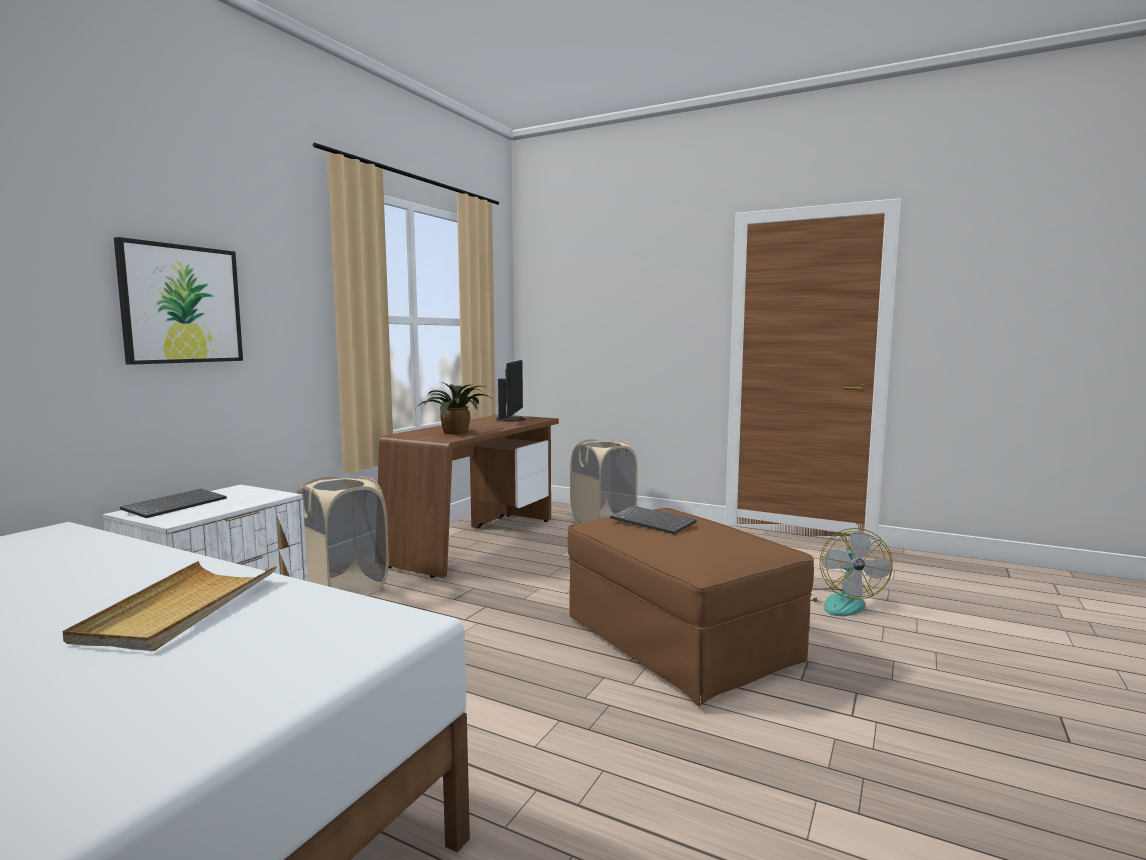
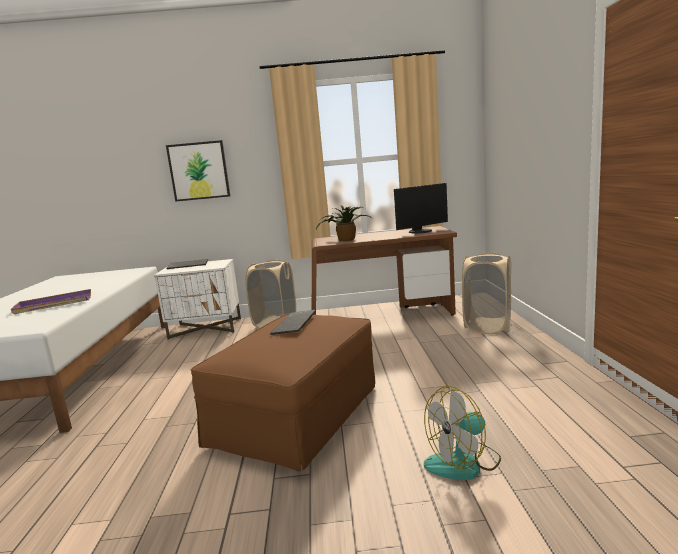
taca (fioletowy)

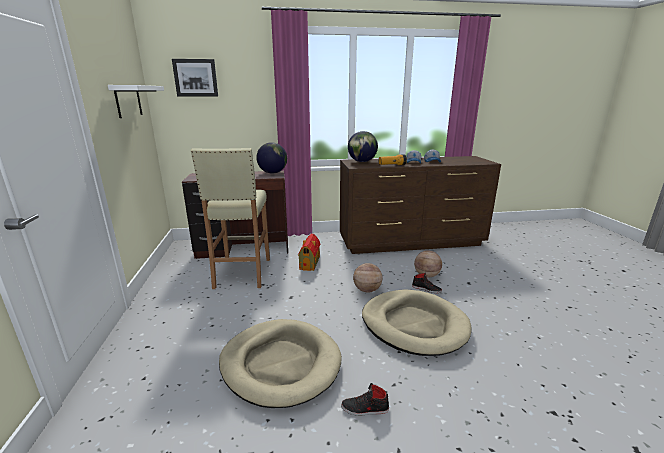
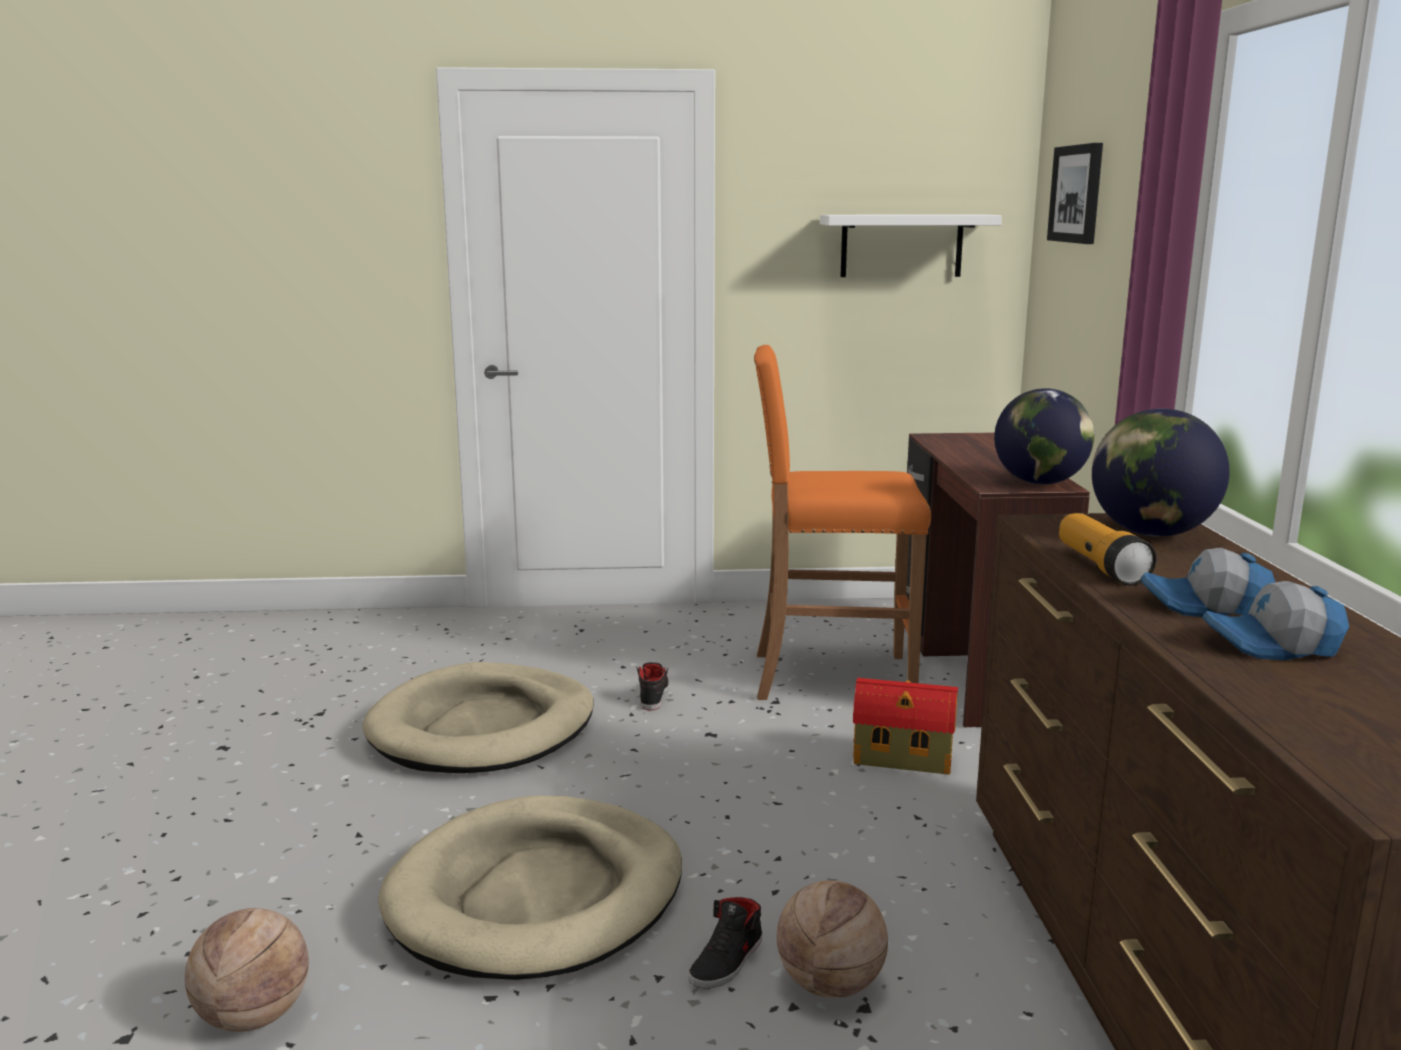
but (czarny) (1st from left)
piłka do koszykówki (1st from left)
stołek (pomarańczowy)

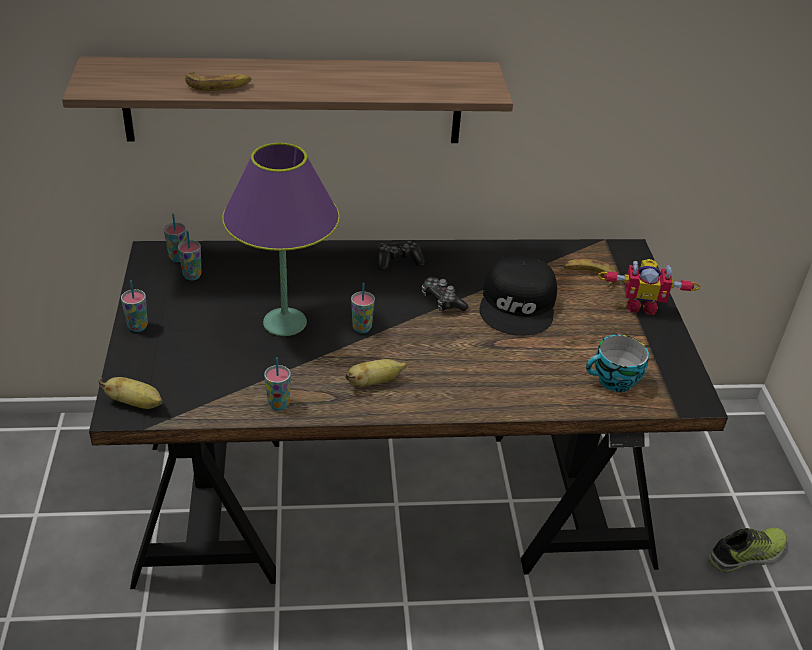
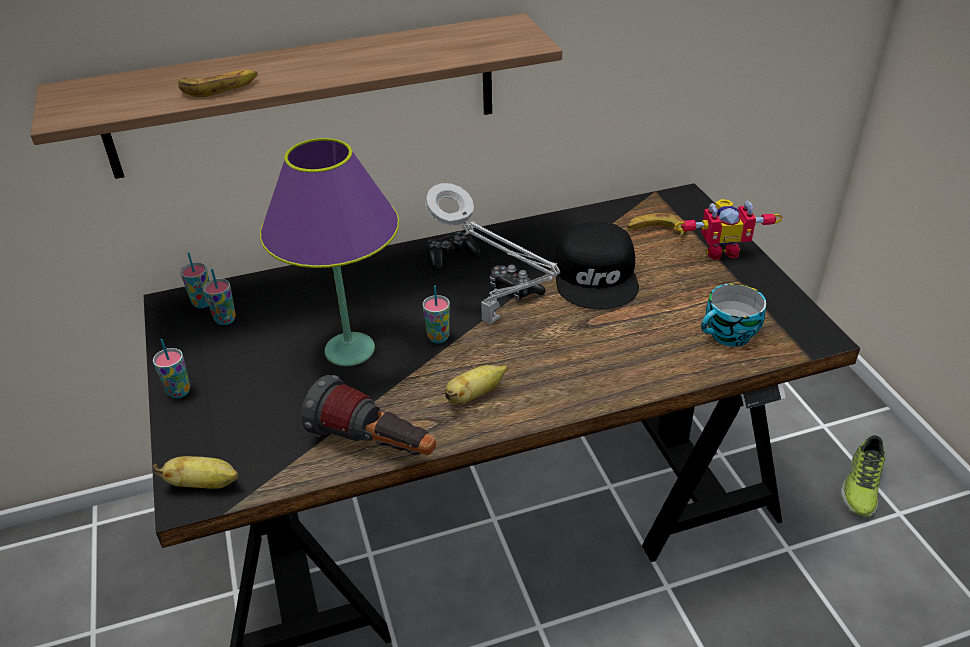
lampa stołowa (szary)
latarka
but

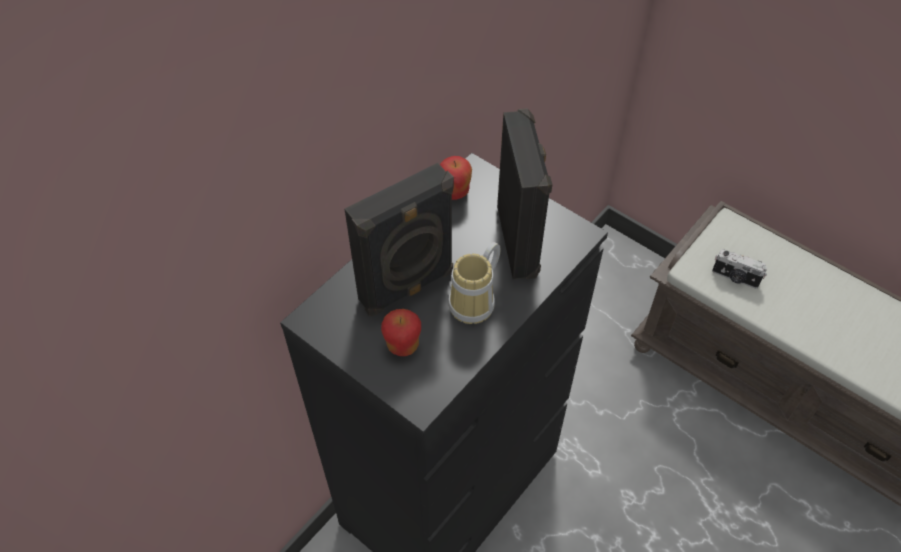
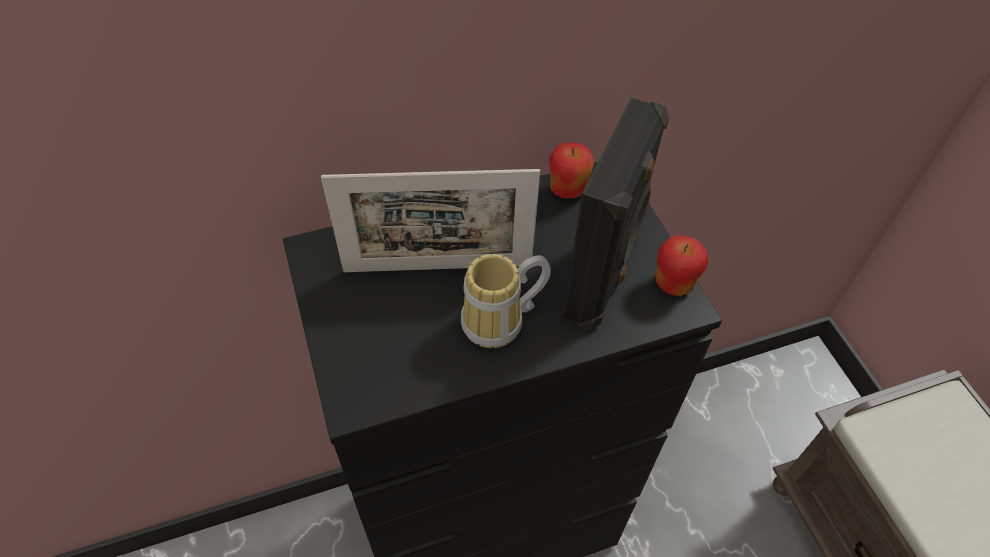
aparat fotograficzny
jabłko (2nd from left)
ramka na zdjęcie

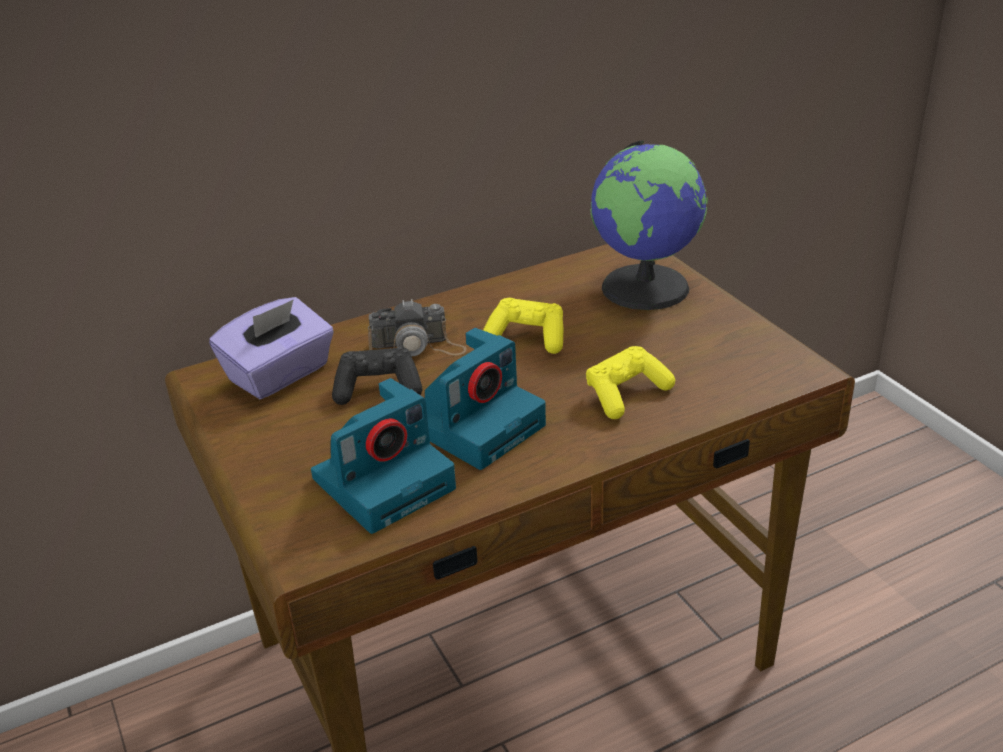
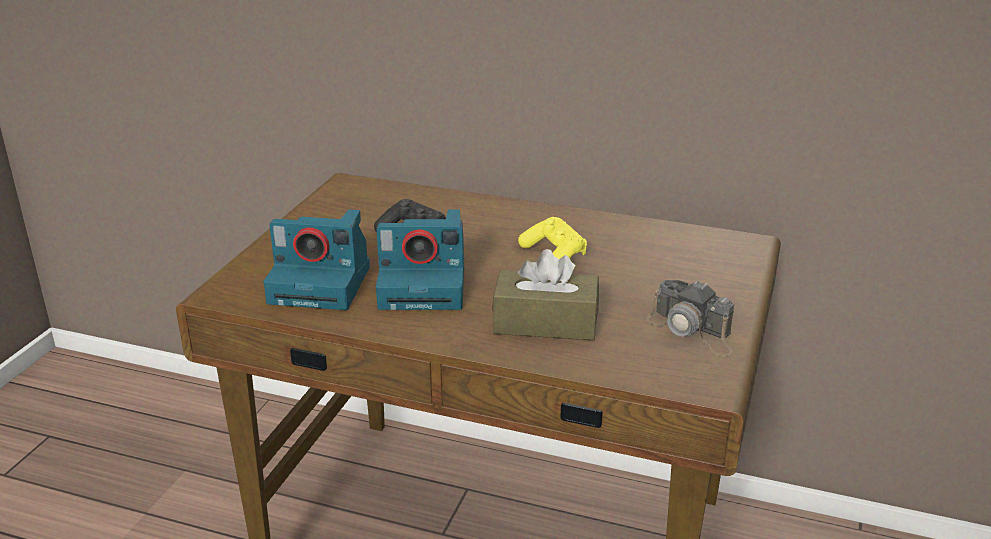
pudełko chusteczek (fioletowy)
globus
aparat fotograficzny (3rd from left)
pudełko chusteczek (brązowy)

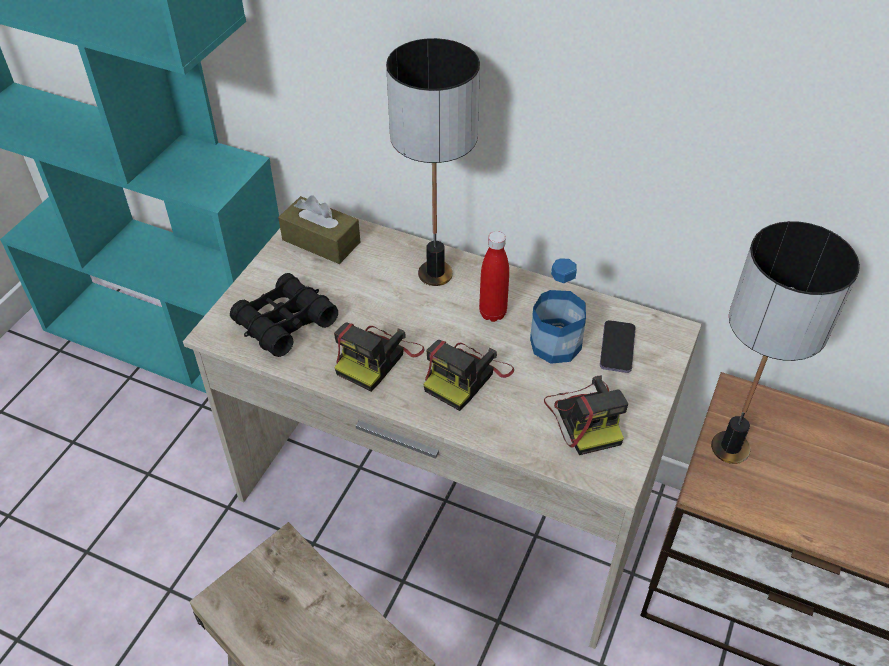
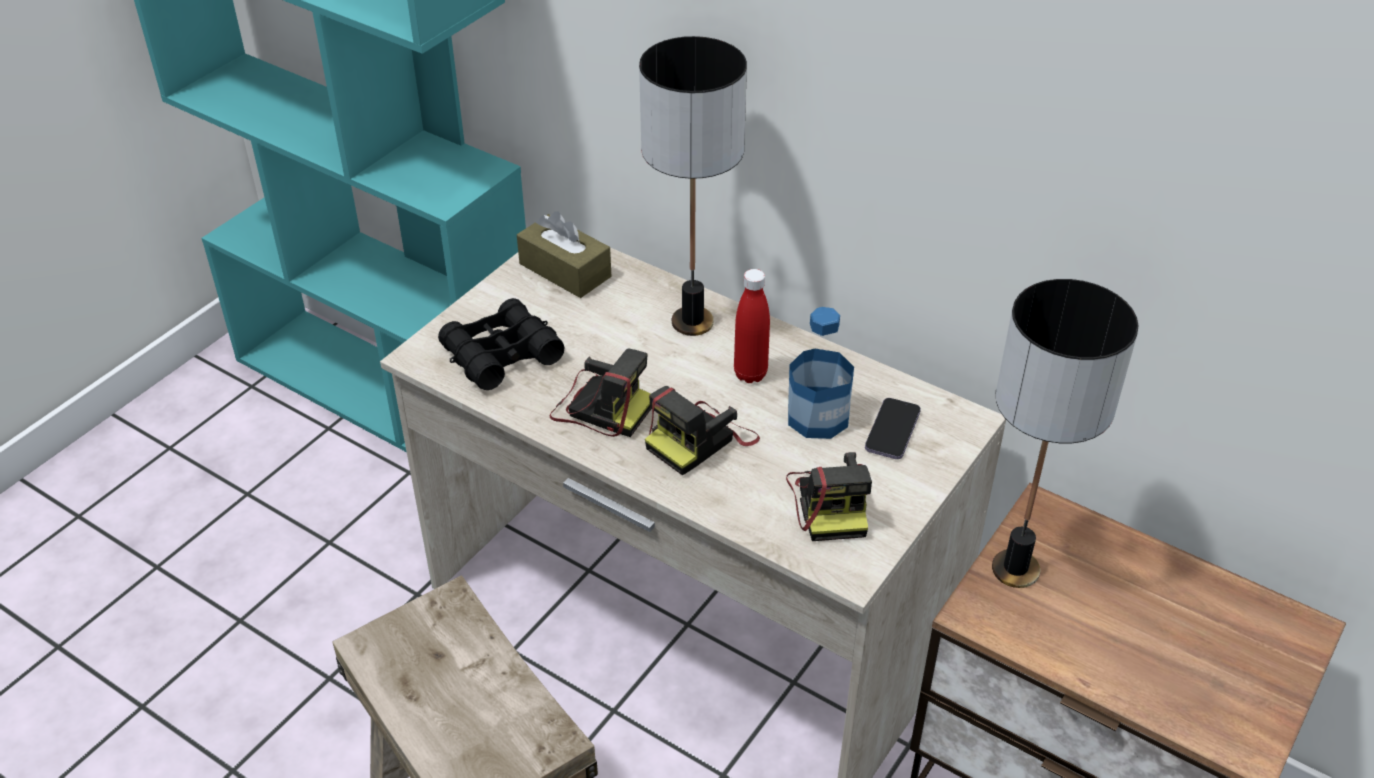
aparat fotograficzny (1st from left)

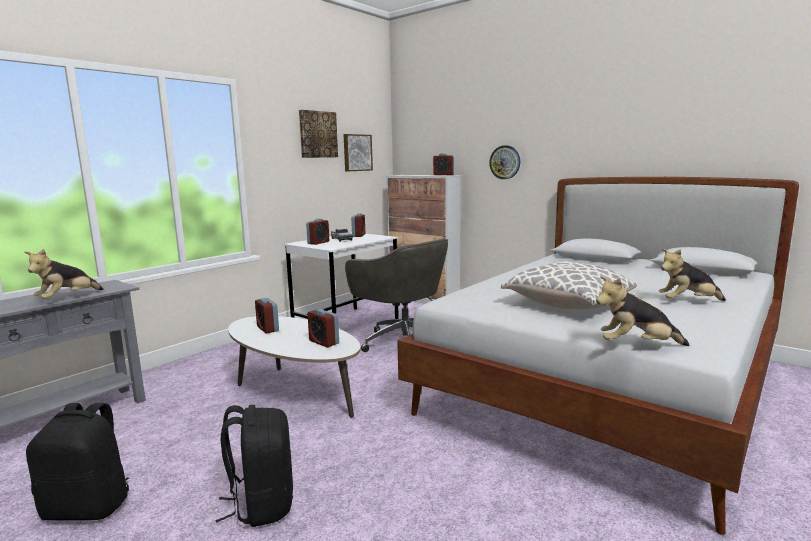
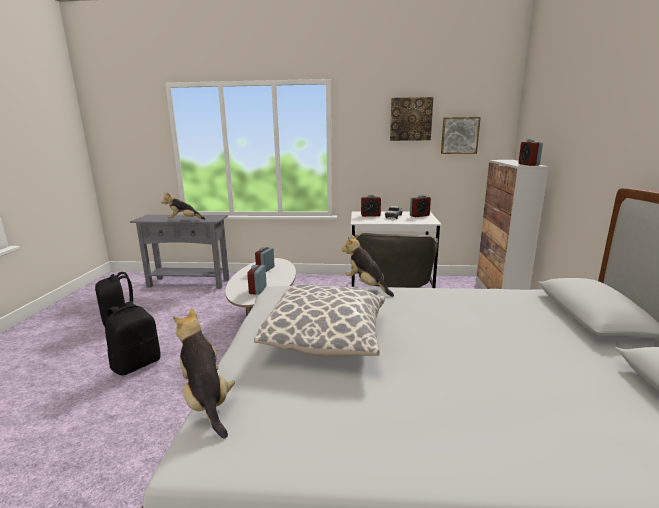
zegar ścienny
pluszak (3rd from left)

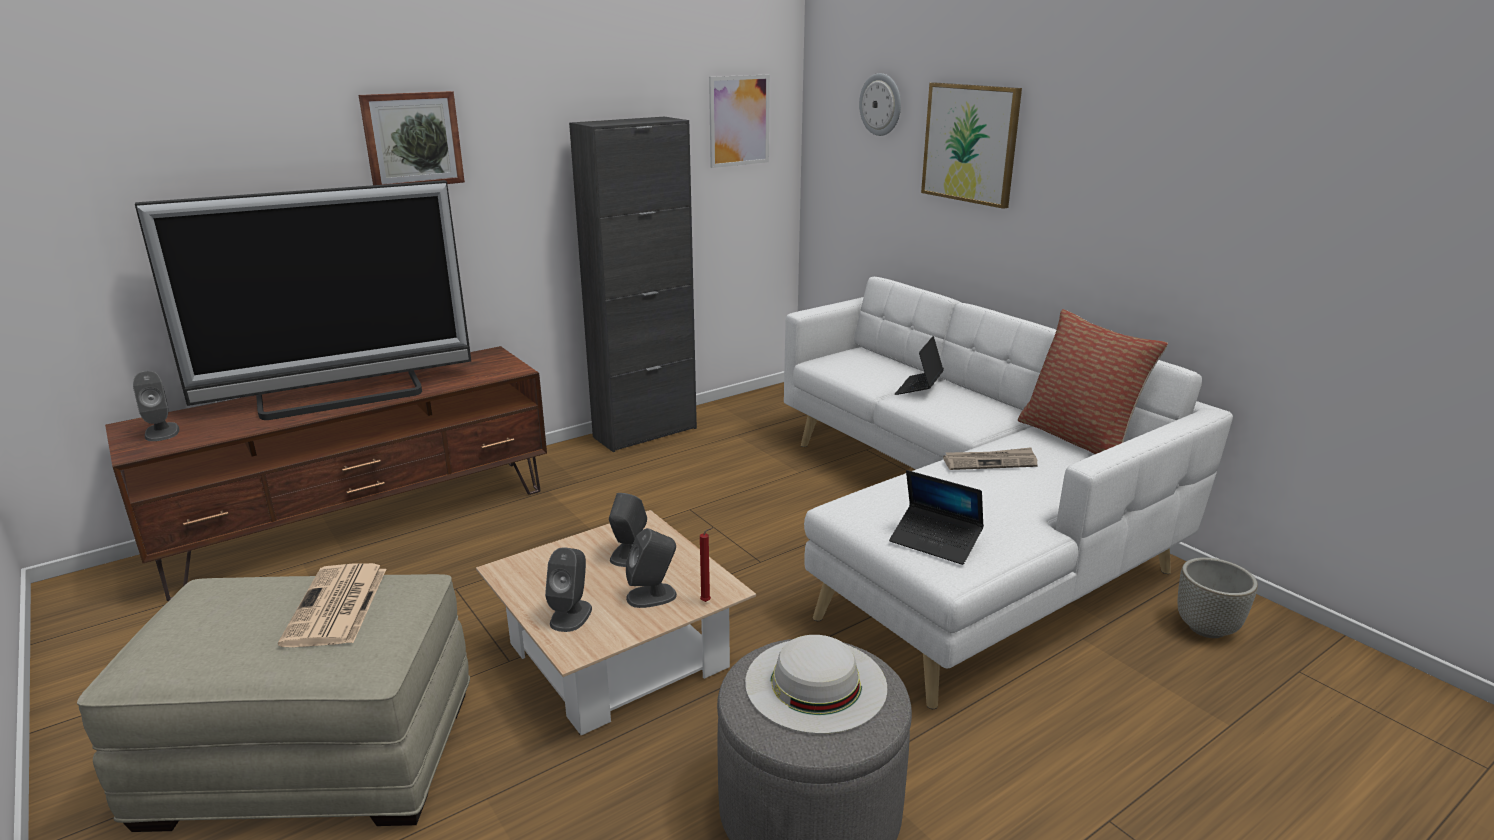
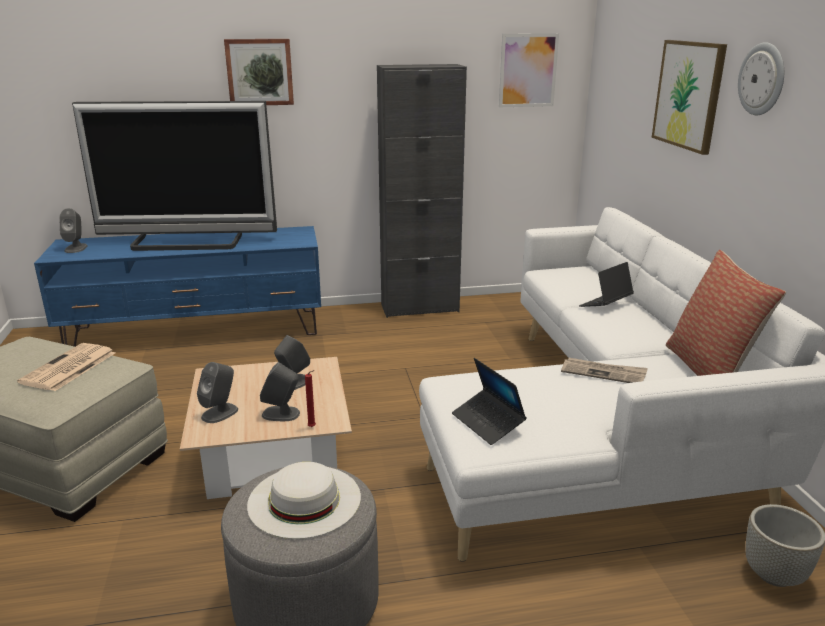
zegar ścienny
szafka pod telewizor (niebieski)

